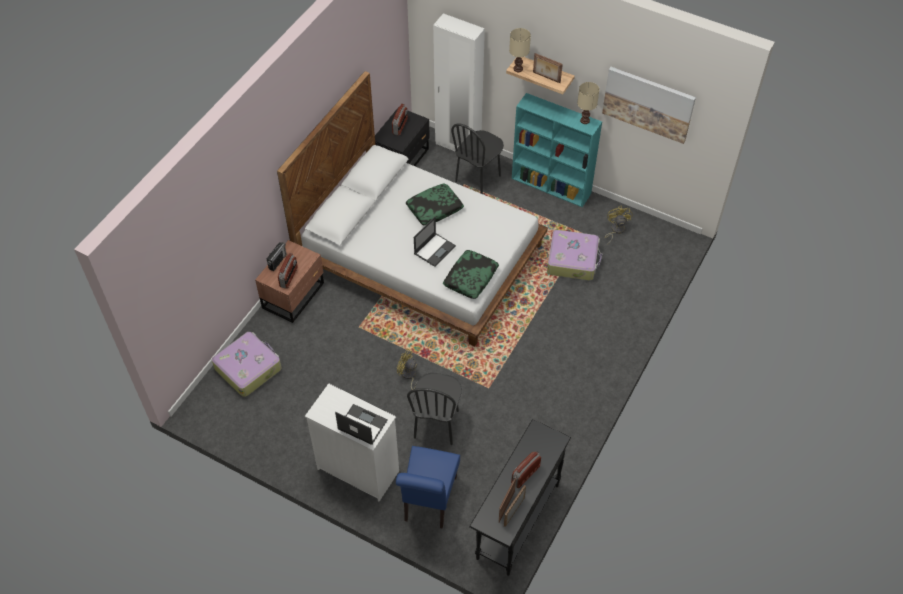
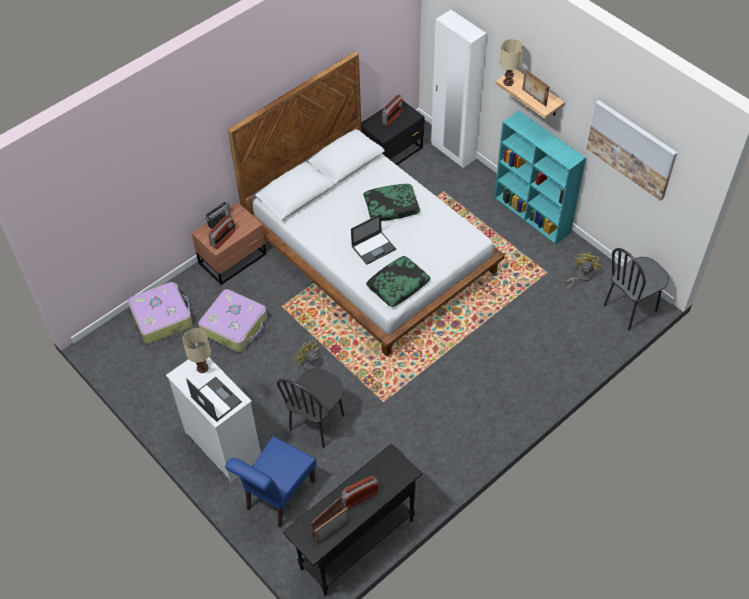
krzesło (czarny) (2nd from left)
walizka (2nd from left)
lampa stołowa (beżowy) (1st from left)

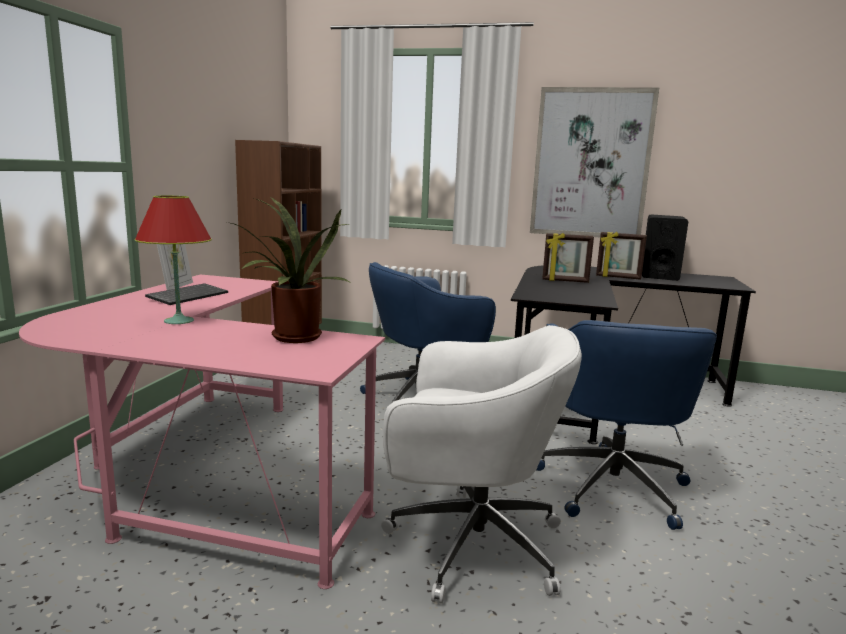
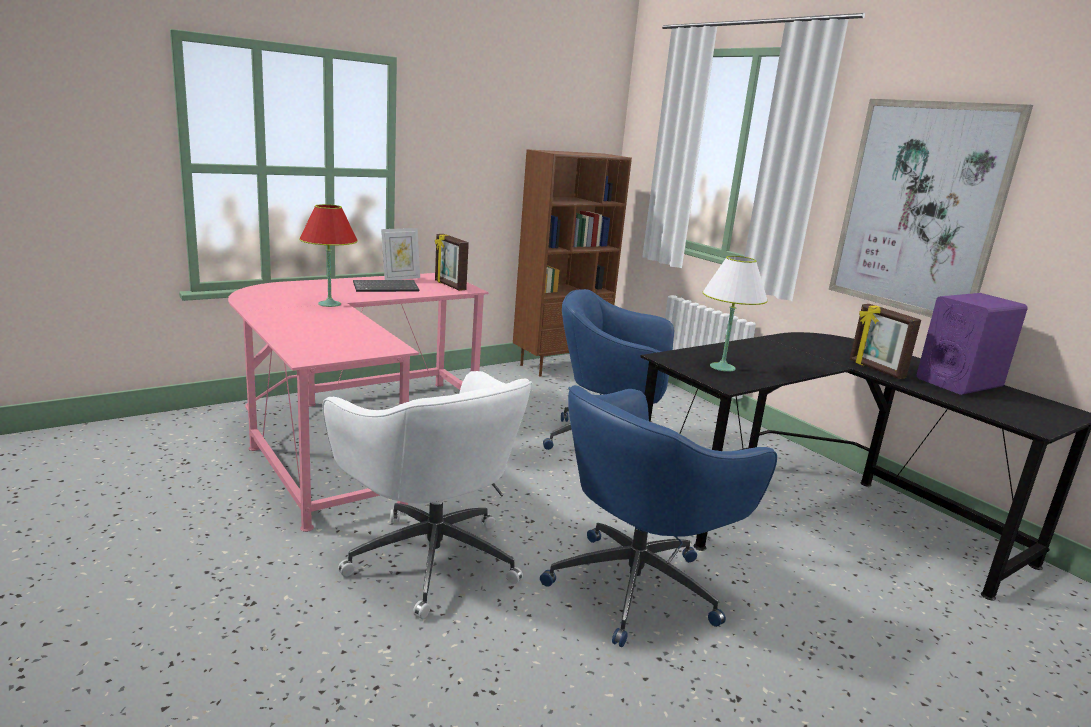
roślina doniczkowa
lampa stołowa (biały)
ramka na zdjęcie (2nd from left)
głośnik (fioletowy)

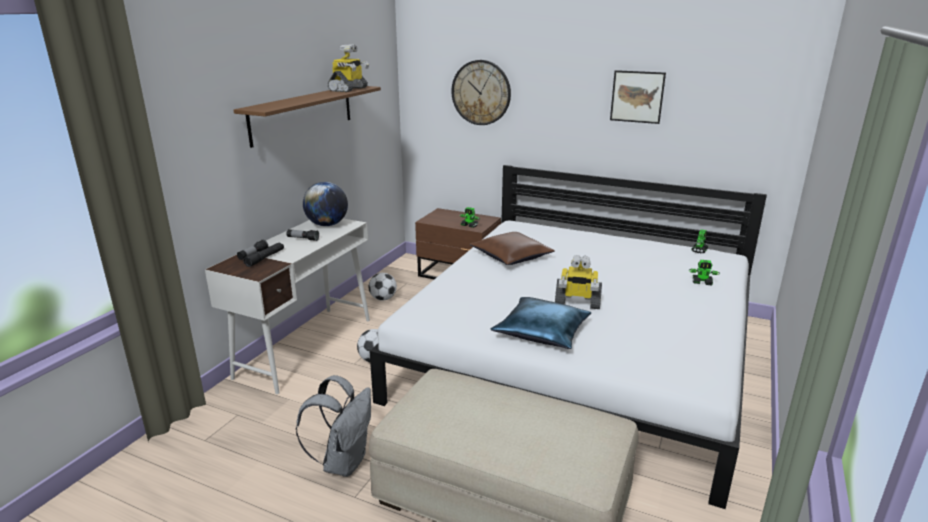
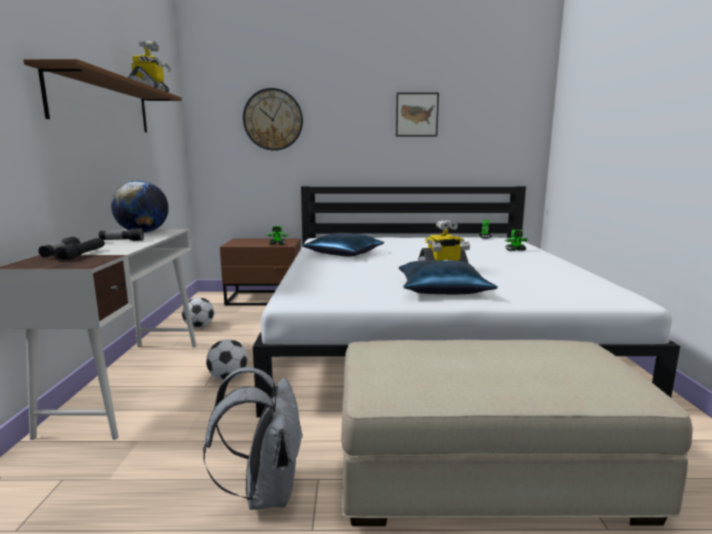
poduszka (niebieski) (1st from left)

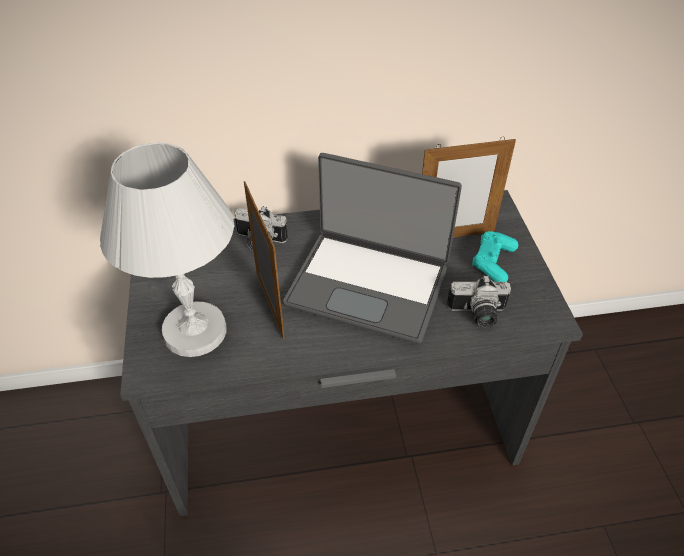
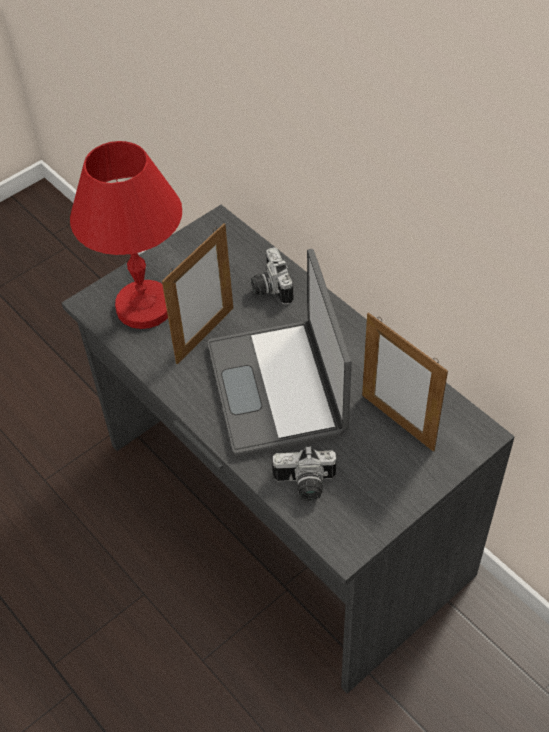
pad do gier (turkusowy)
lampa stołowa (czerwony)
aparat fotograficzny (2nd from left)

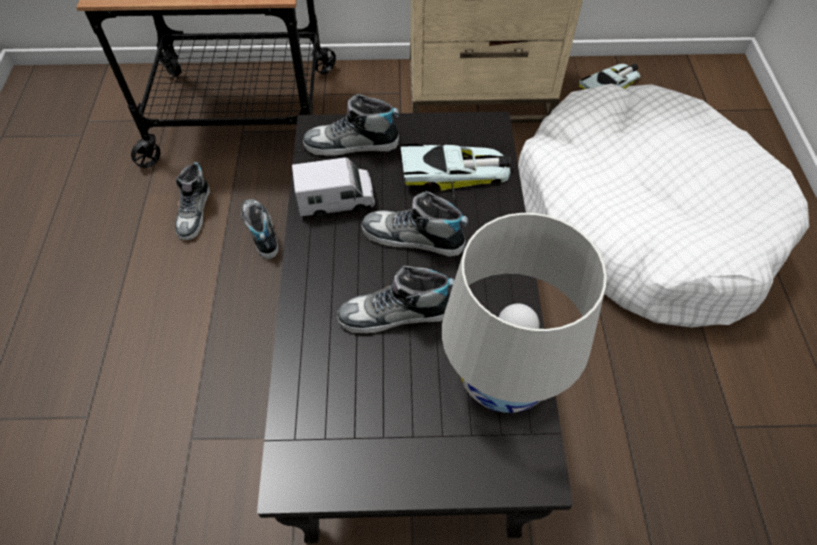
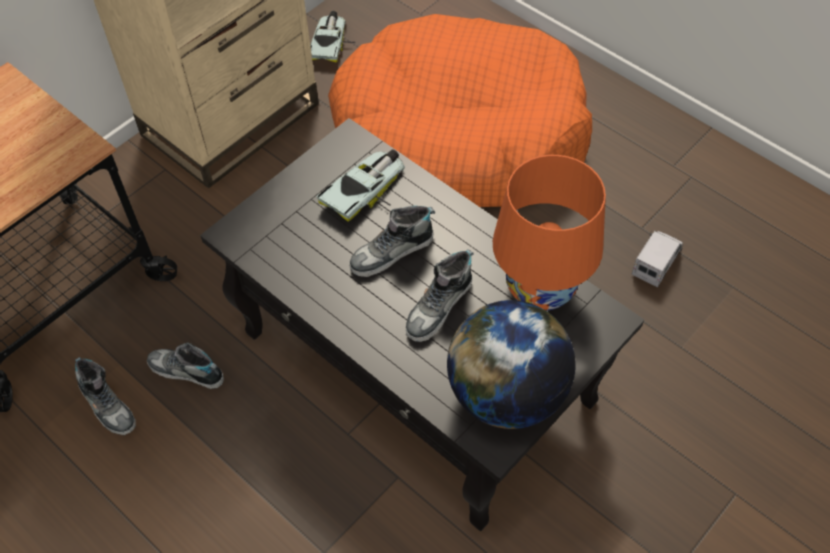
but (3rd from left in the first image)
globus
ciężarówka zabawkowa
lampa stołowa (pomarańczowy)
legowisko (pomarańczowy)

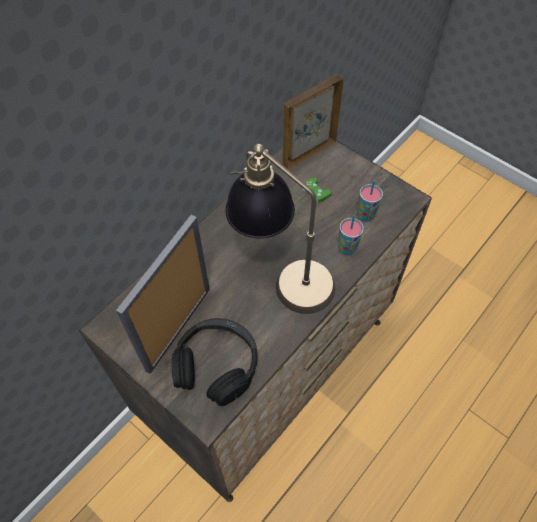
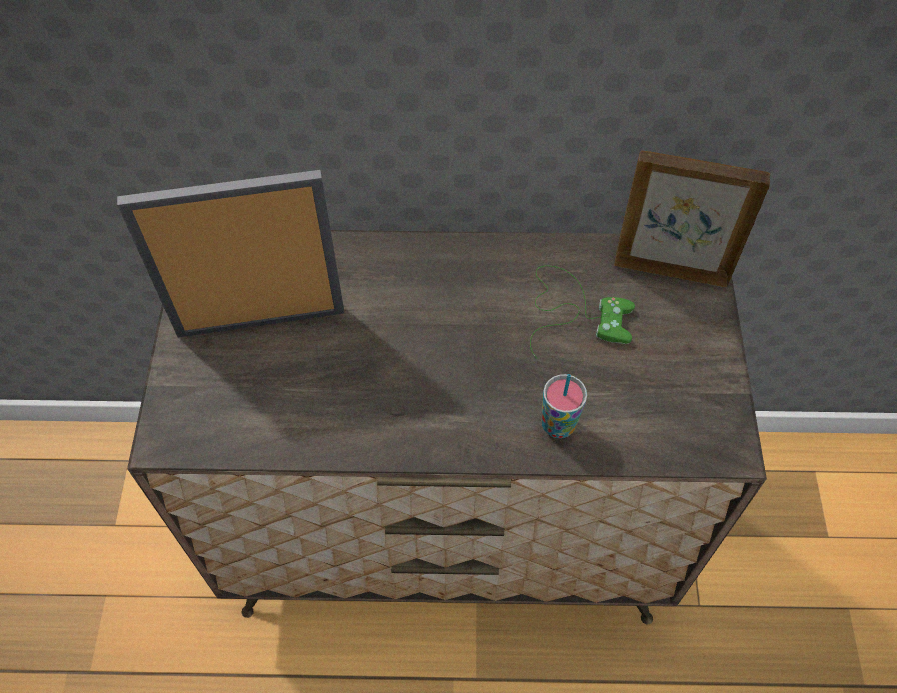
słuchawki (czarny)
lampa stołowa
filiżanka (2nd from left in the first image)

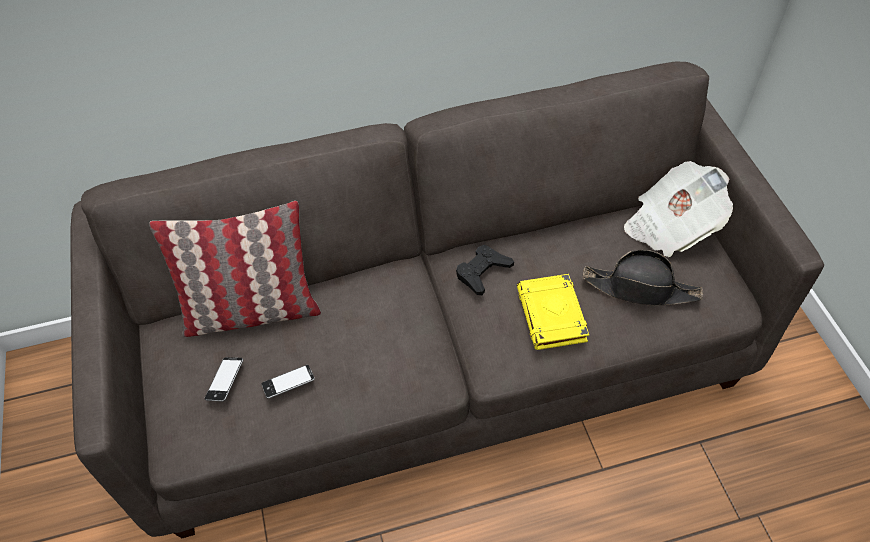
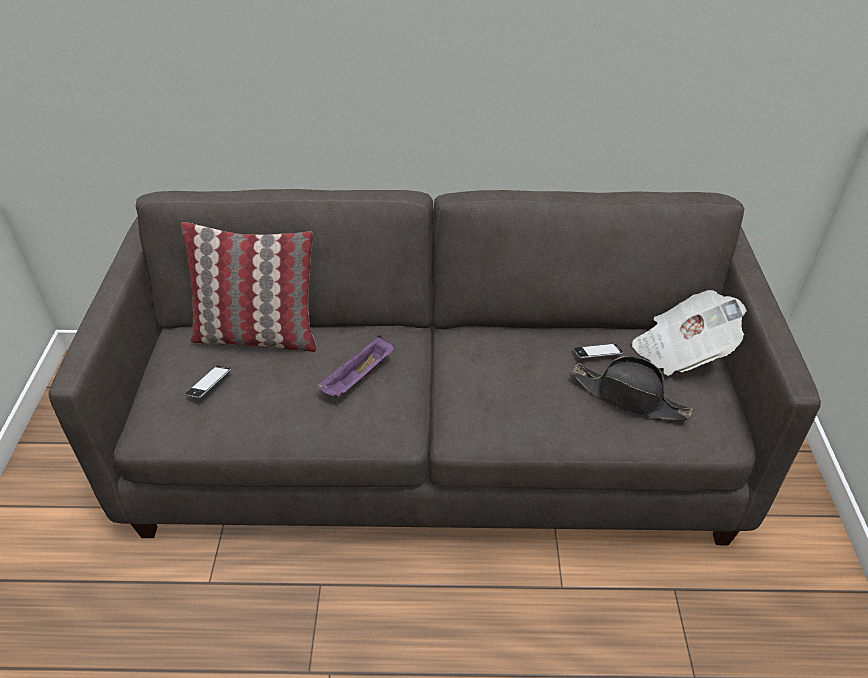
pad do gier (czarny)
książka (żółty)
taca (fioletowy)
telefon (2nd from left)

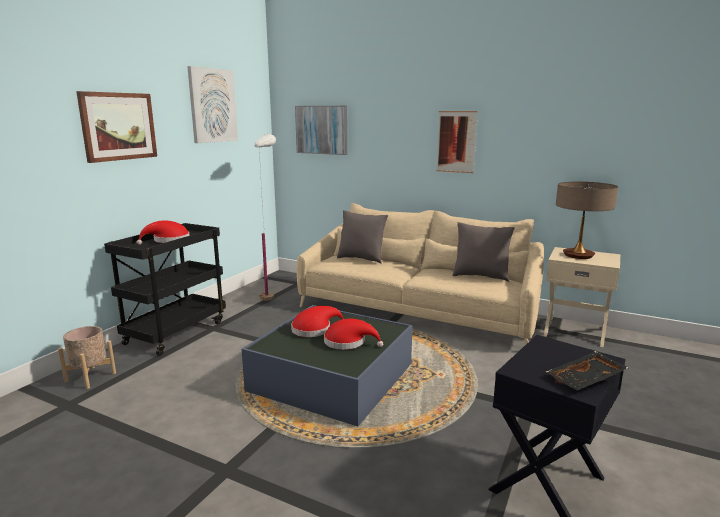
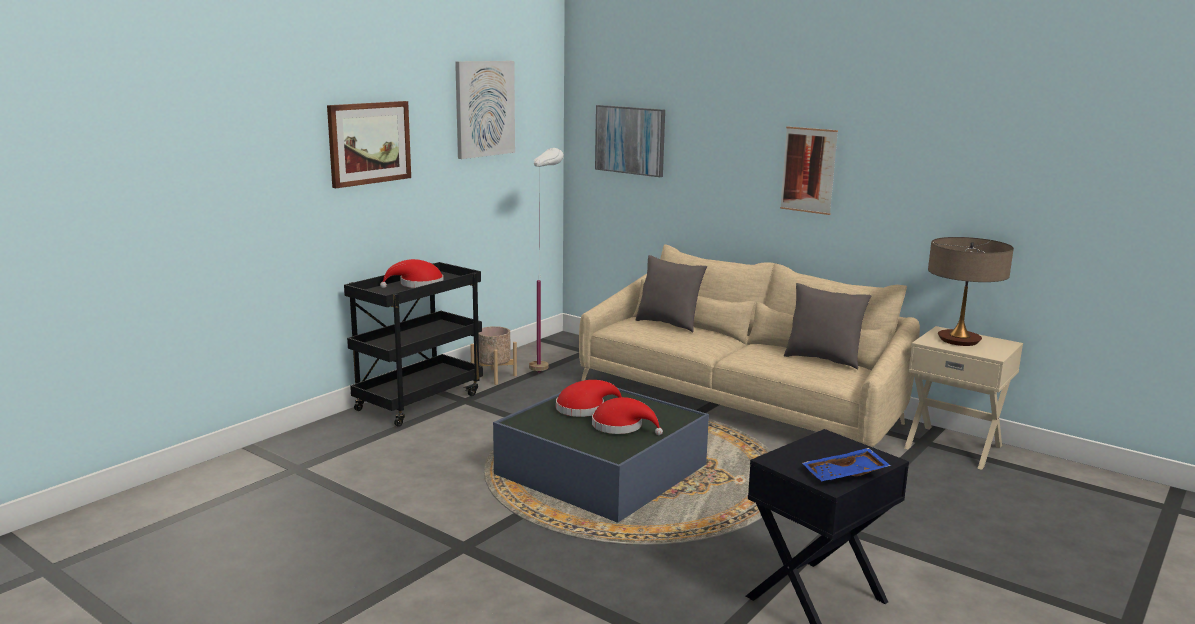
donica (beżowy)
taca (niebieski)

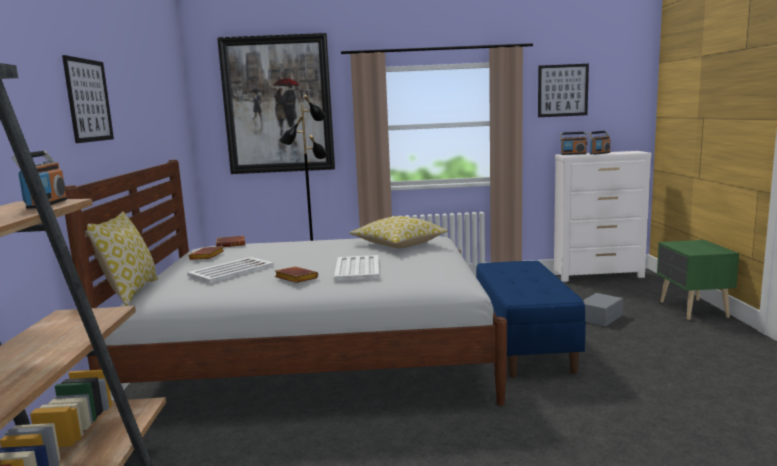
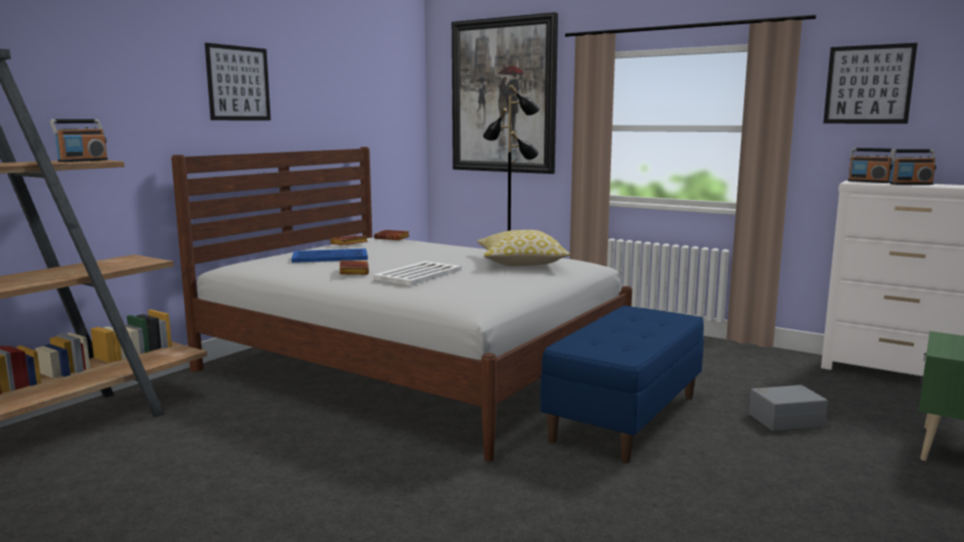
poduszka (1st from left in the first image)
taca (niebieski)

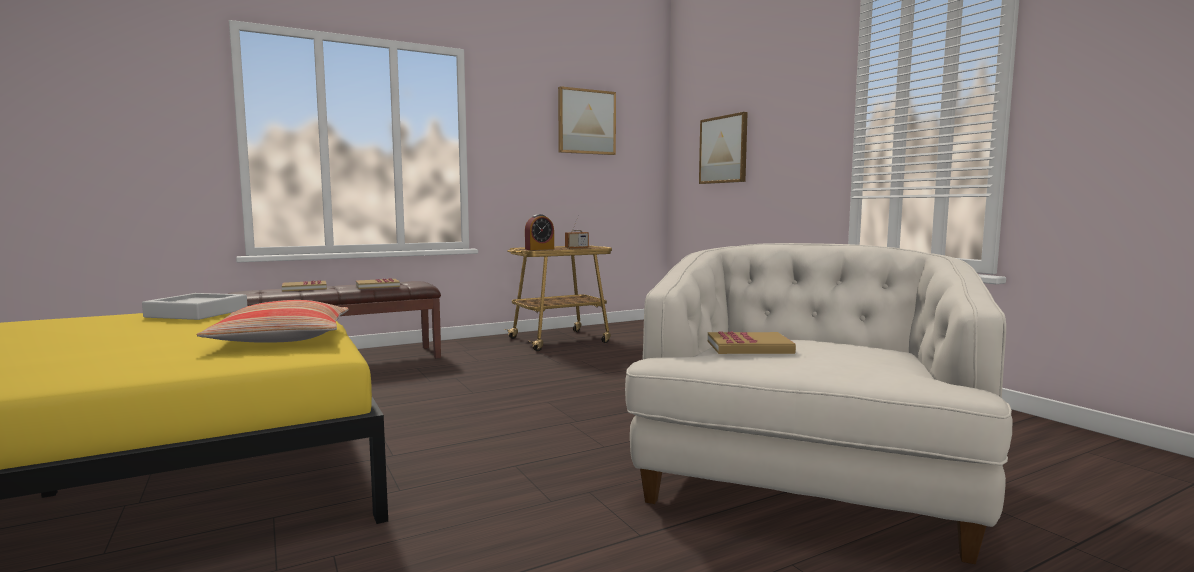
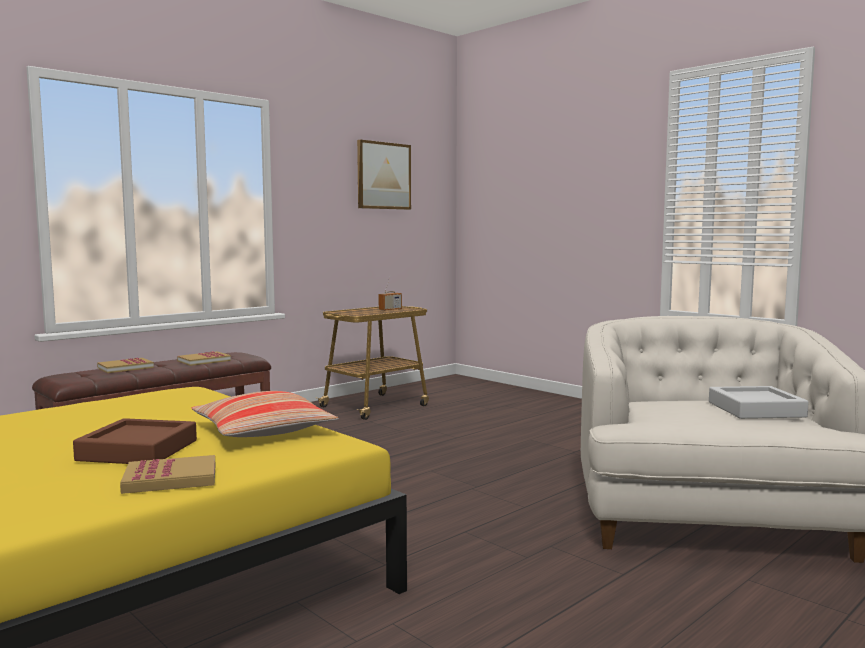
budzik
obraz (2nd from left in the first image)
taca (brązowy)
taca (szary)
książka (2nd from left)

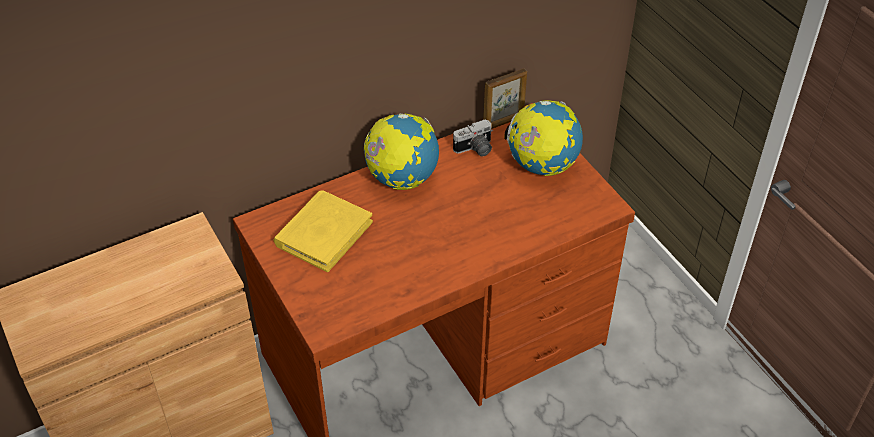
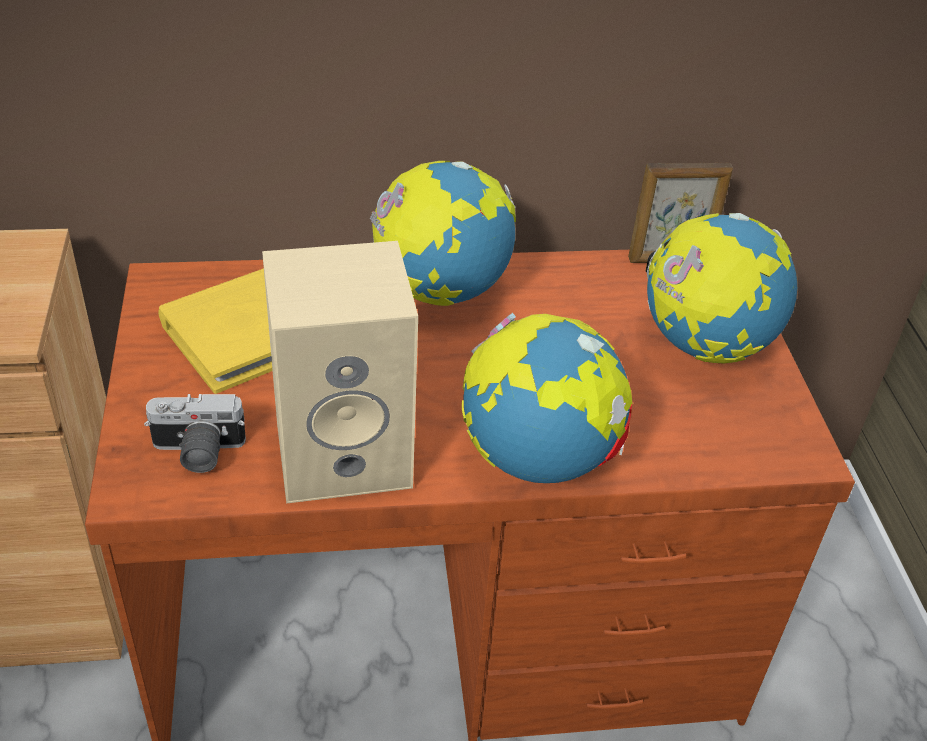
głośnik (beżowy)
globus (2nd from left)
aparat fotograficzny

